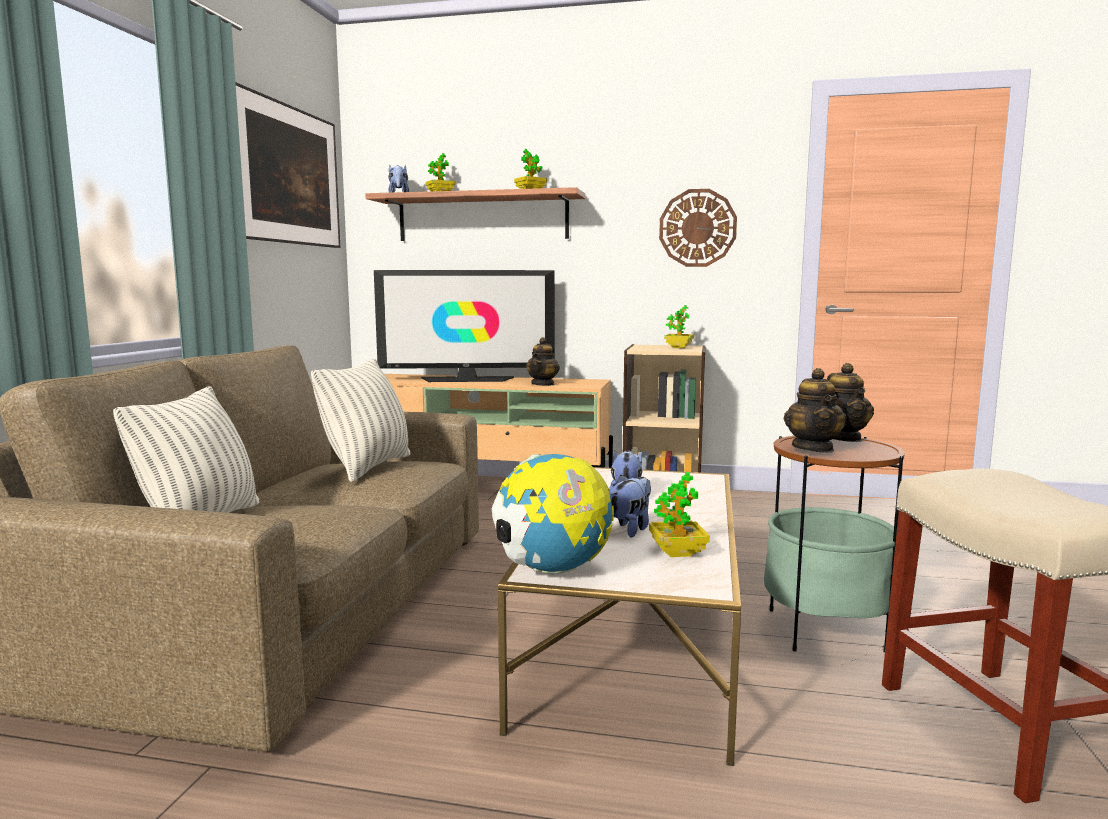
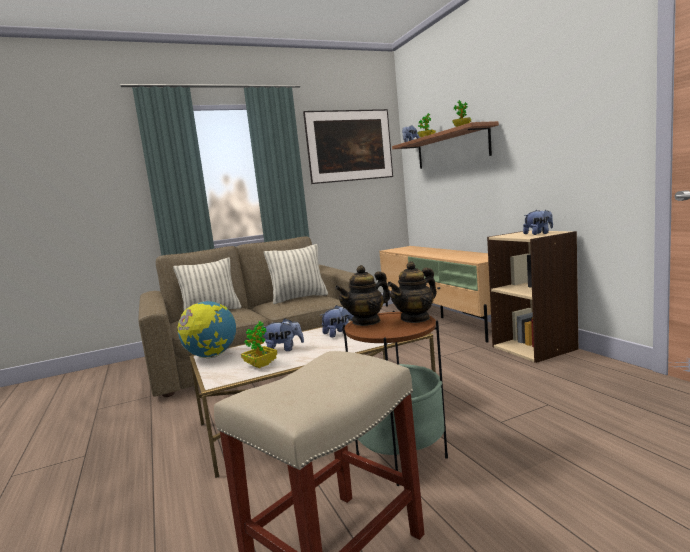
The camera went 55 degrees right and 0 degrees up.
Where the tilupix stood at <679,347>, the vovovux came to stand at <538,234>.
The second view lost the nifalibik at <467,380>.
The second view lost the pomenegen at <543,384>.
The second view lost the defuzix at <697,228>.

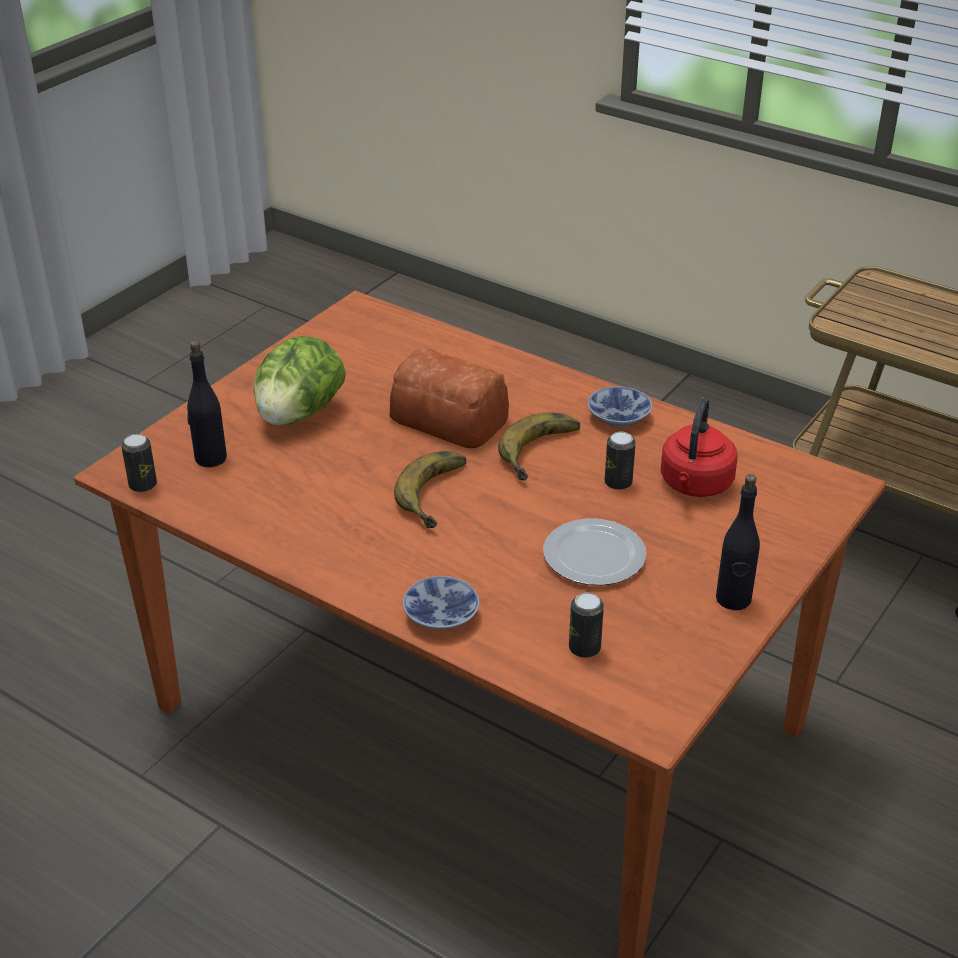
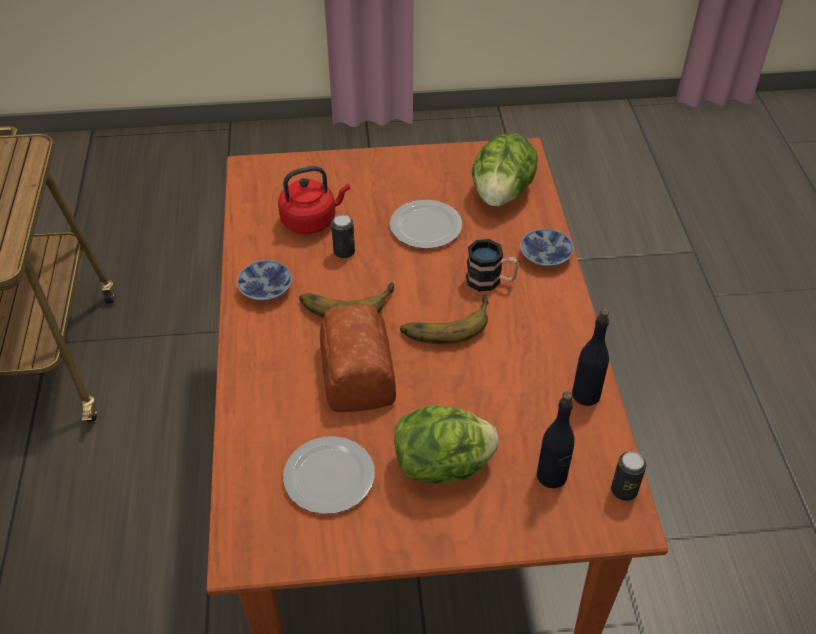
The camera went 130 degrees left and 10 degrees up.
The second view gained the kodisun at <329,475>.
The second view gained the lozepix at <490,281>.
Where the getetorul stood at <584,648>, the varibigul came to stand at <501,194>.
The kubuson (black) ended up elsewhere, having gone from <733,599> to <586,394>.

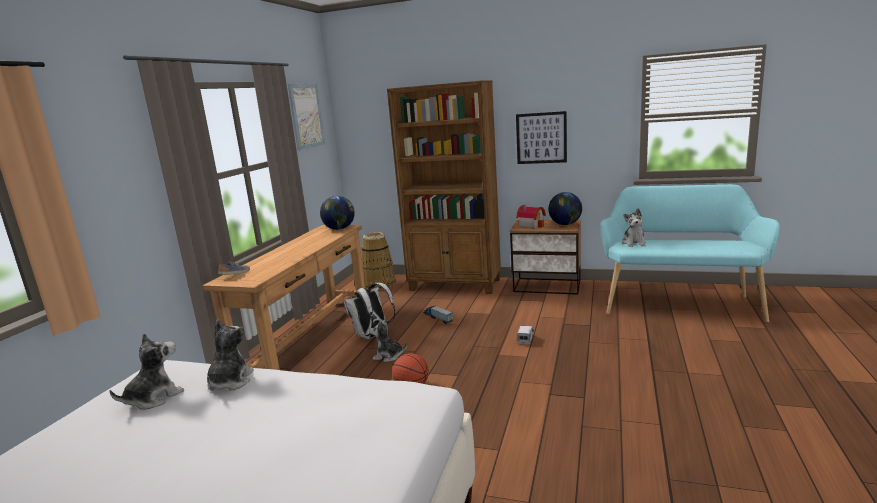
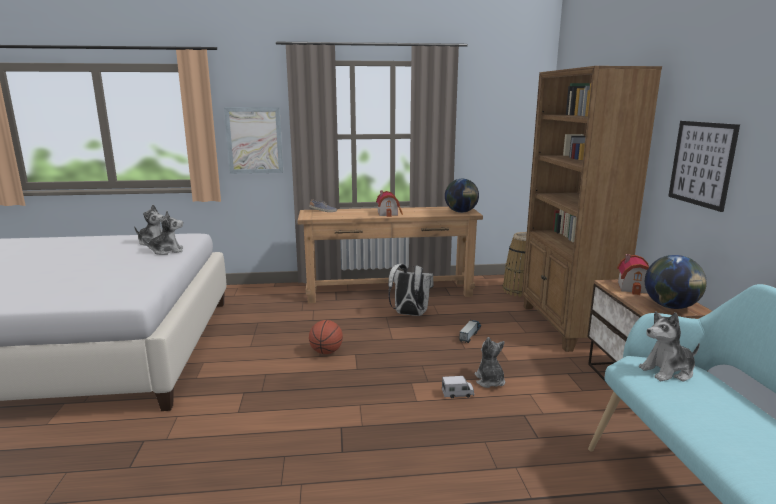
The camera went 65 degrees right and 0 degrees up.
The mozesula ended up elsewhere, having gone from <306,115> to <254,140>.
The second view gained the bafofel at <389,213>.
The vovovux ended up elsewhere, having gone from <388,356> to <489,381>.

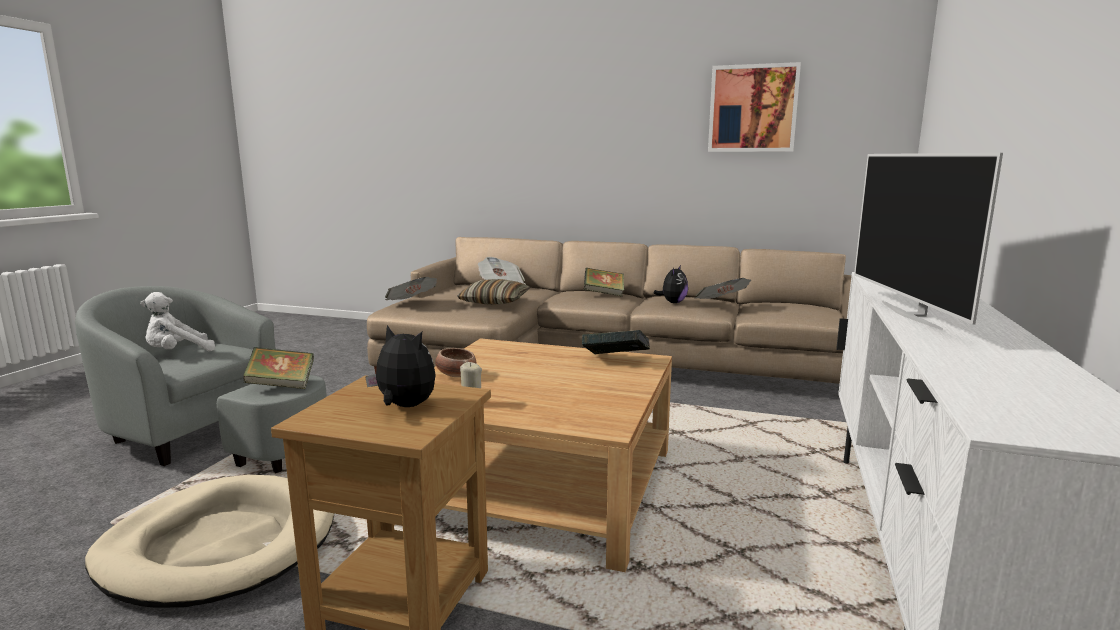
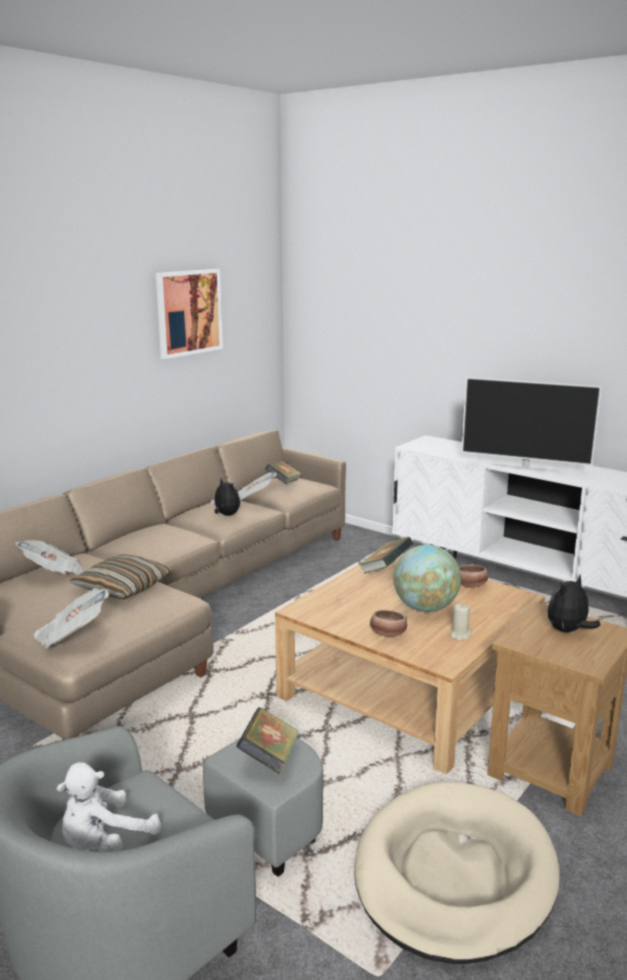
The camera went 70 degrees left and 5 degrees up.
The vovovux (white) at <178,353> ended up facing another way, 60 degrees clockwise from before.
The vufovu ended up elsewhere, having gone from <603,294> to <283,483>.
The second view gained the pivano at <425,608>.
The second view gained the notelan at <471,586>.

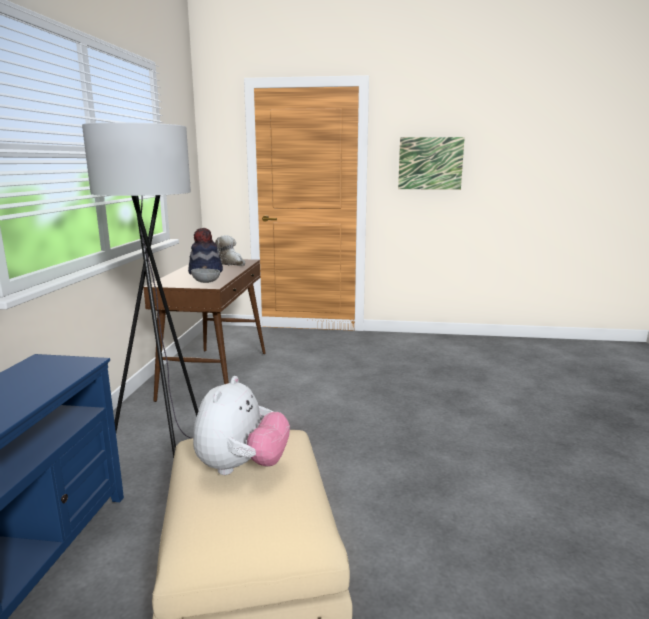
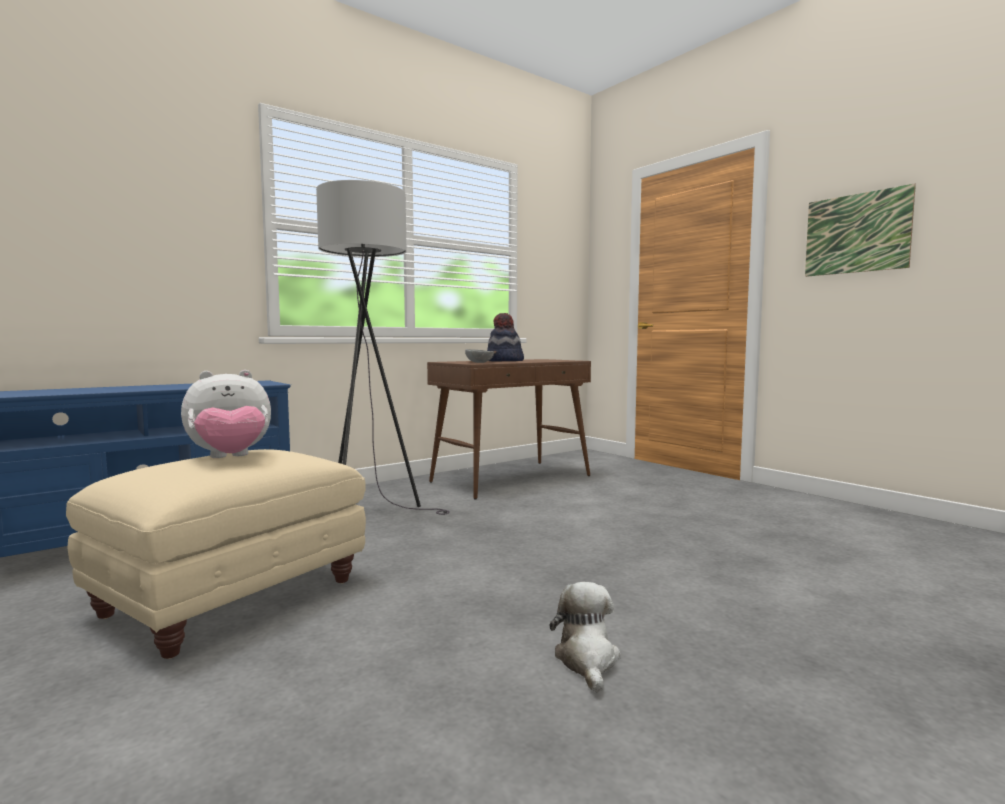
The camera went 45 degrees right and 10 degrees down.
The vovovux ended up elsewhere, having gone from <230,263> to <587,660>.

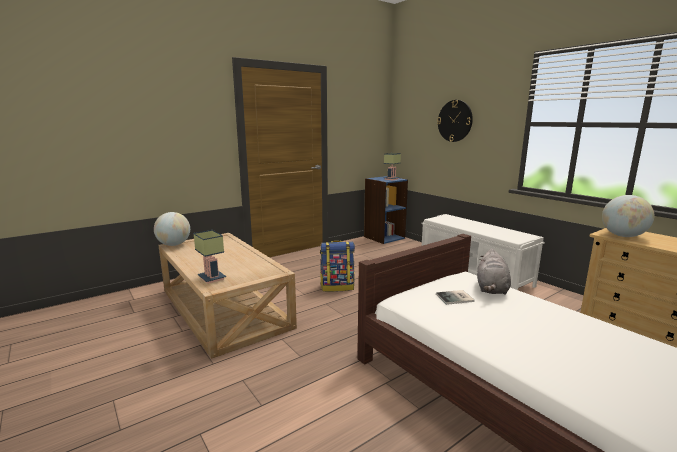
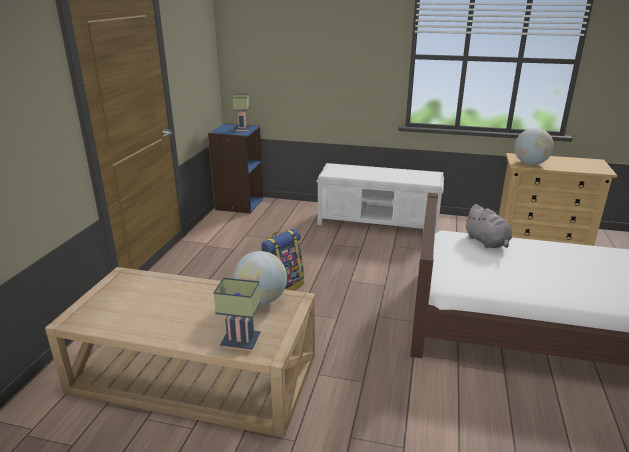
The camera went 40 degrees left and 10 degrees up.
The pivano ended up elsewhere, having gone from <174,245> to <261,300>.
The second view lost the vufovu at <456,298>.
The second view lost the defuzix at <455,121>.

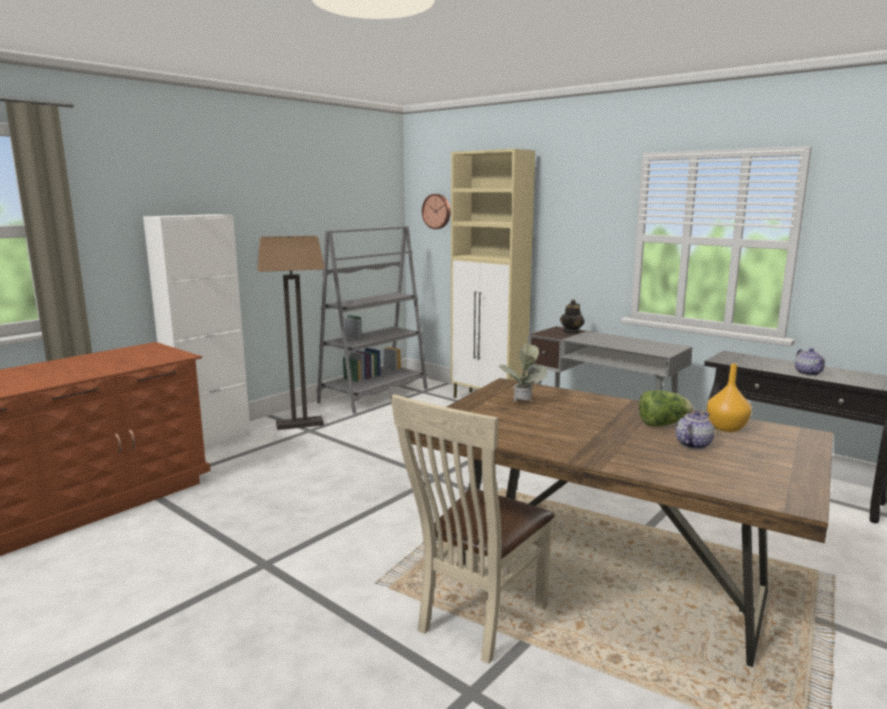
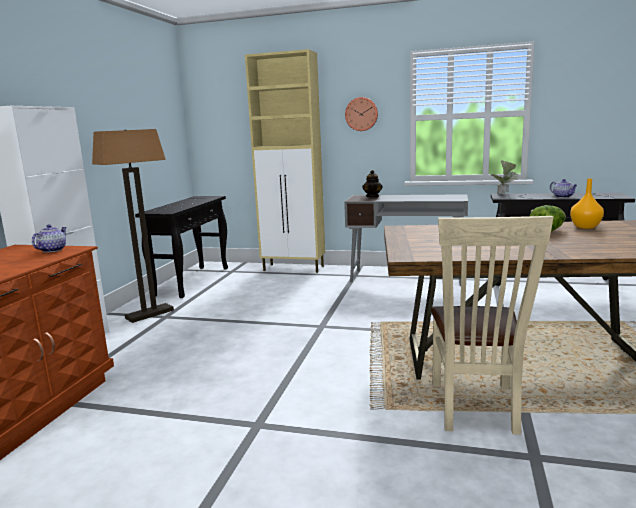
The camera went 25 degrees left and 0 degrees up.
The pomenegen ended up elsewhere, having gone from <692,444> to <52,250>.
Where the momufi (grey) stood at <374,395>, the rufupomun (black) came to stand at <193,281>.
The defuzix ended up elsewhere, having gone from <437,211> to <361,114>.
The tilupix ended up elsewhere, having gone from <522,404> to <504,194>.

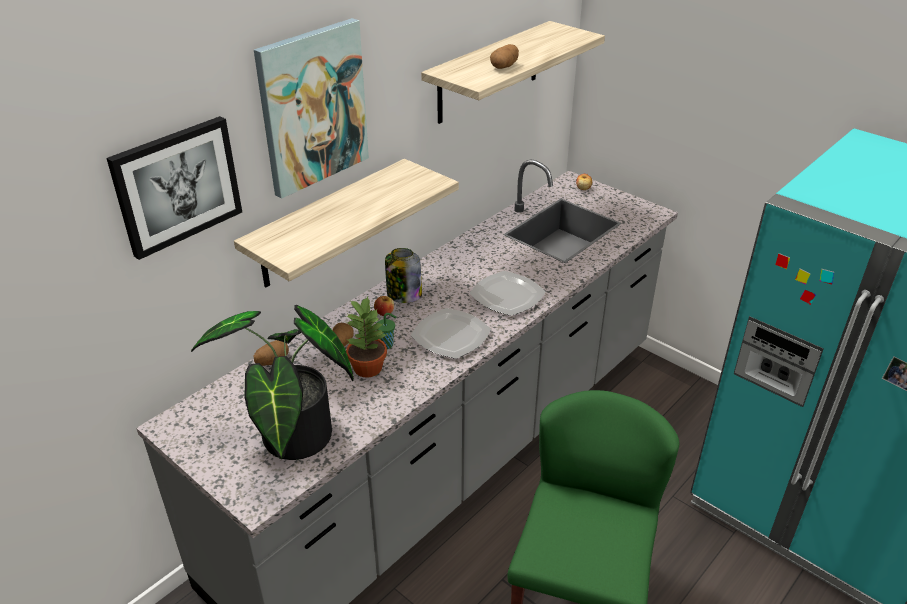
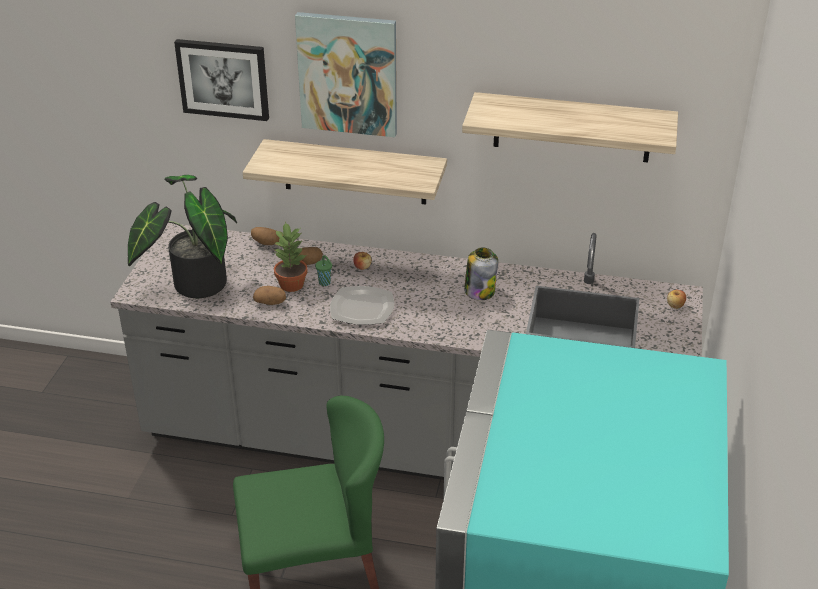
The camera went 60 degrees right and 0 degrees up.
The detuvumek ended up elsewhere, having gone from <504,66> to <270,302>.
The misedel ended up elsewhere, having gone from <403,294> to <479,291>.
The second view lost the kodisun at <507,296>.

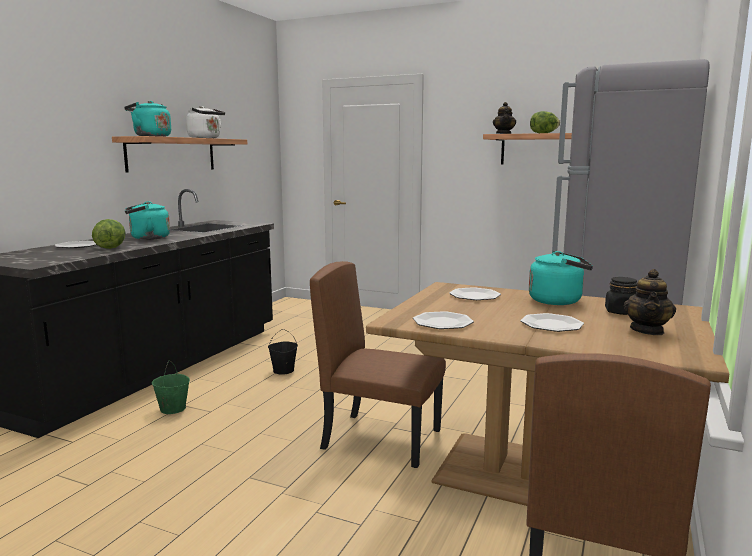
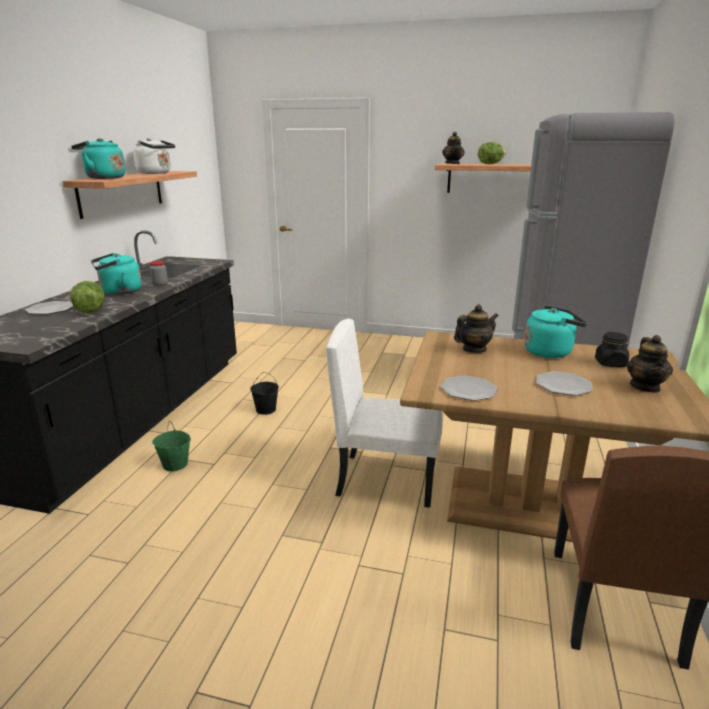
The camera went 10 degrees left and 10 degrees up.
The second view gained the misedel at <160,284>.
What was the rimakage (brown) at <382,439> turned into the rimakage (white) at <387,479>.
Where the kodisun stood at <474,296>, the pomenegen came to stand at <474,349>.

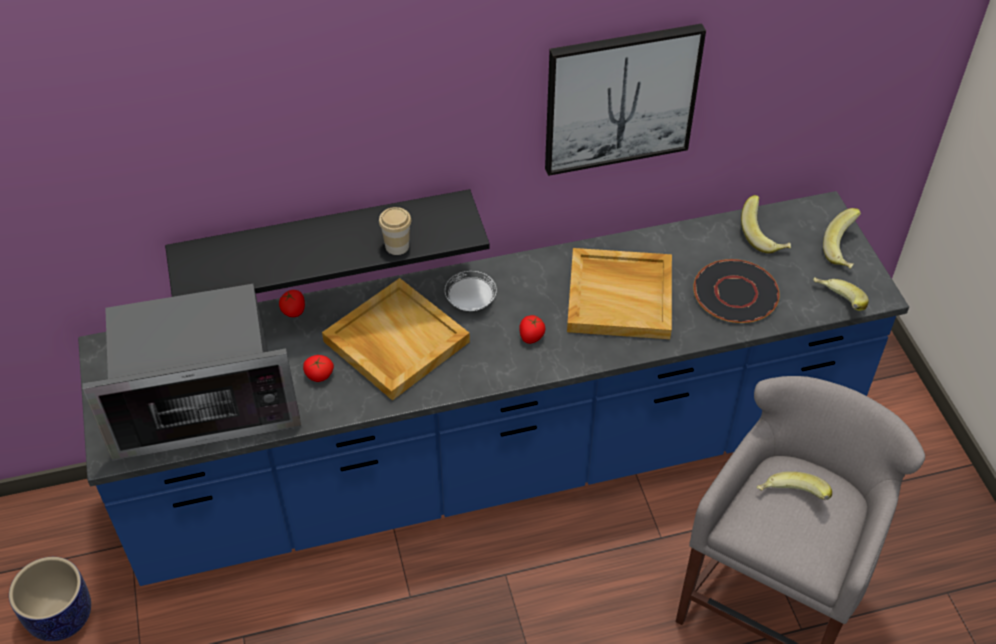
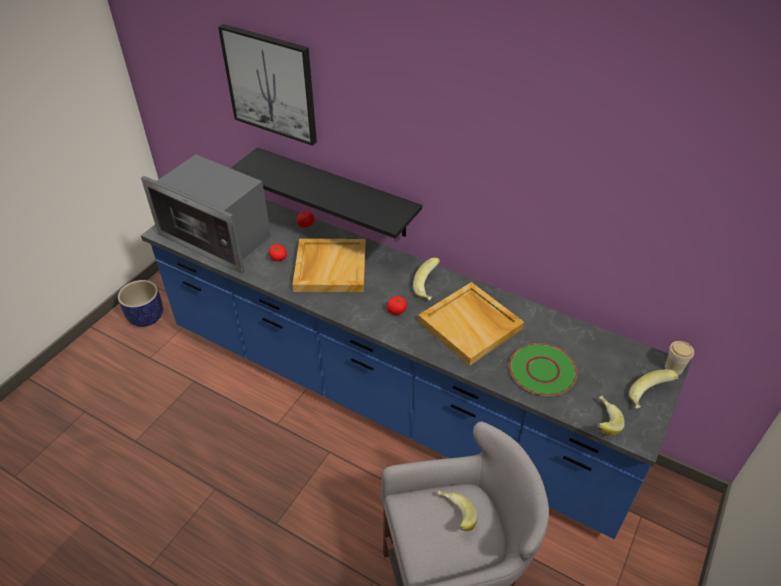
The camera went 45 degrees right and 5 degrees down.
The mozesula ended up elsewhere, having gone from <620,98> to <271,84>.
The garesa ended up elsewhere, having gone from <764,237> to <429,288>.
What was the kodisun (black) at <736,293> turned into the kodisun (green) at <543,371>.
The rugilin ended up elsewhere, having gone from <397,246> to <673,368>.
The second view lost the kodisun (white) at <470,301>.

